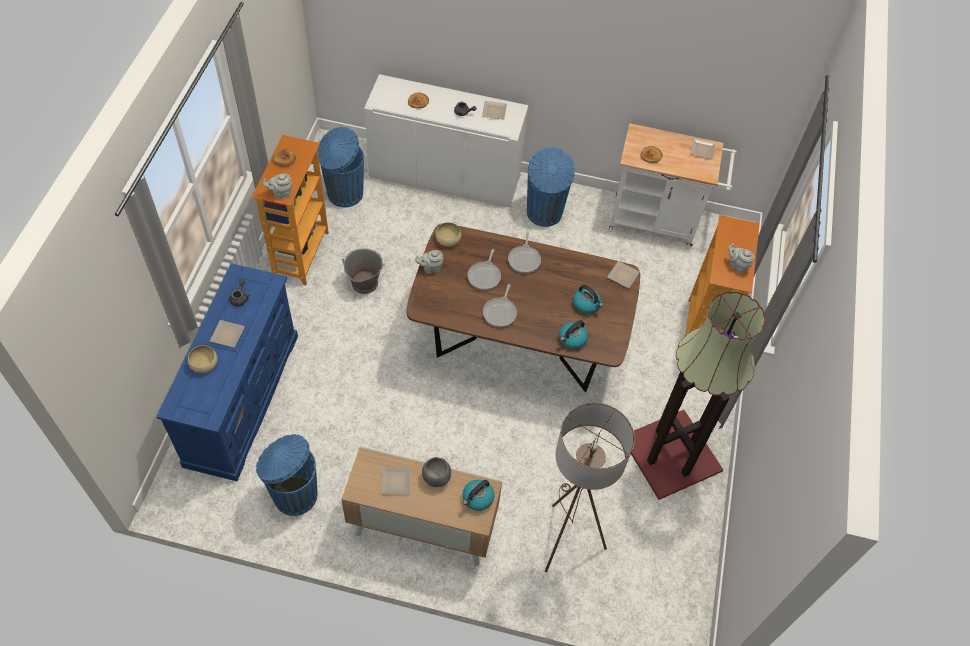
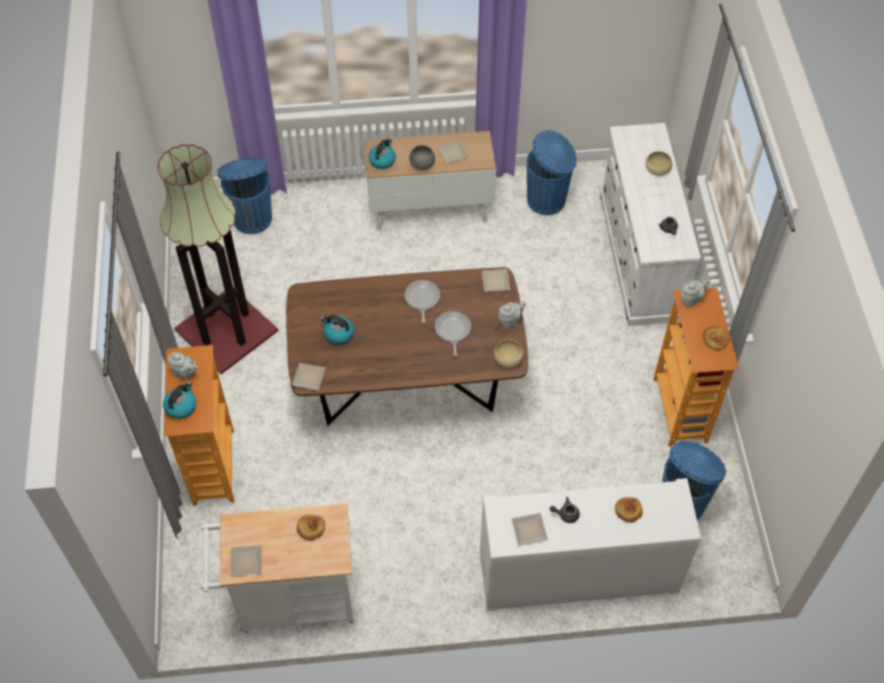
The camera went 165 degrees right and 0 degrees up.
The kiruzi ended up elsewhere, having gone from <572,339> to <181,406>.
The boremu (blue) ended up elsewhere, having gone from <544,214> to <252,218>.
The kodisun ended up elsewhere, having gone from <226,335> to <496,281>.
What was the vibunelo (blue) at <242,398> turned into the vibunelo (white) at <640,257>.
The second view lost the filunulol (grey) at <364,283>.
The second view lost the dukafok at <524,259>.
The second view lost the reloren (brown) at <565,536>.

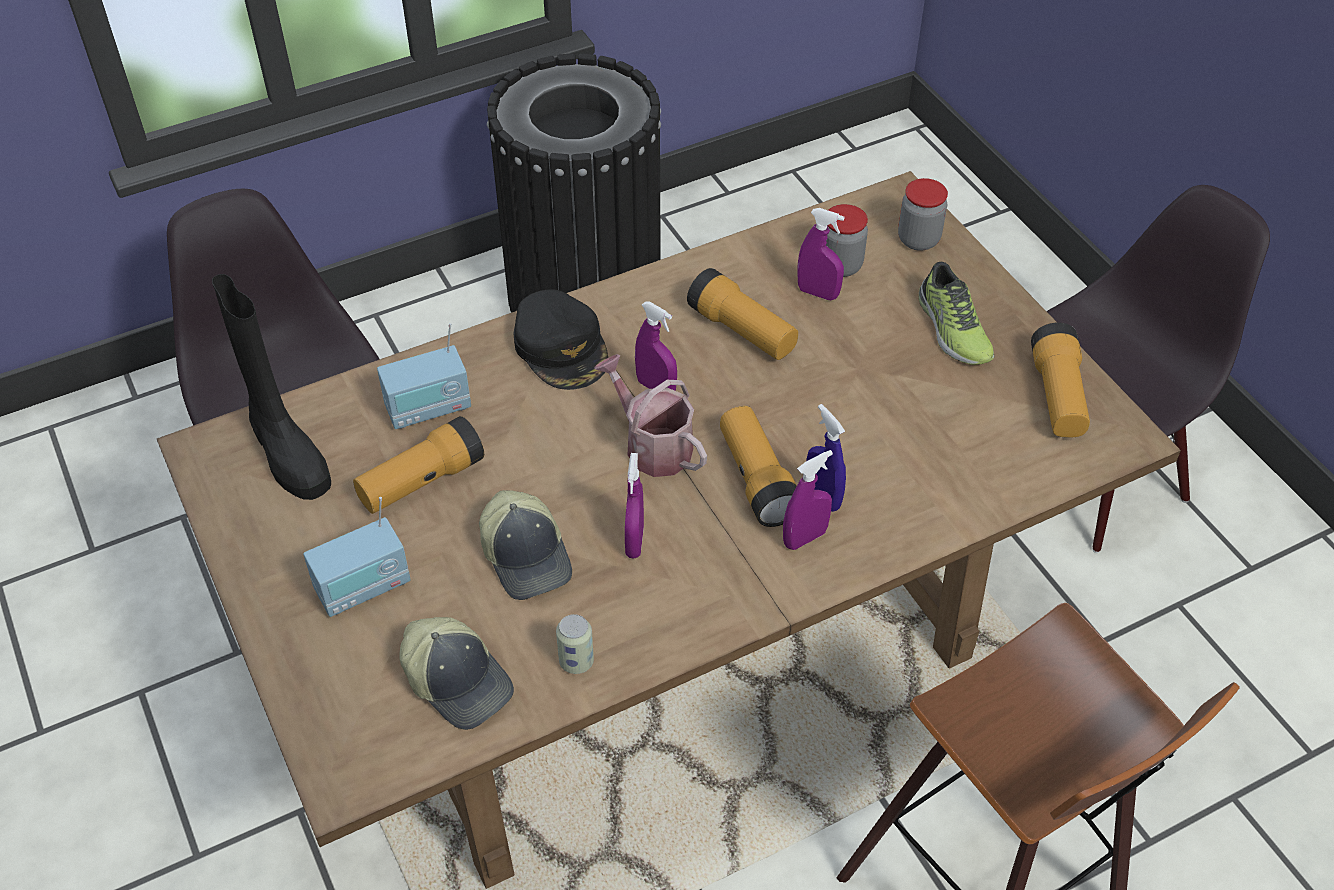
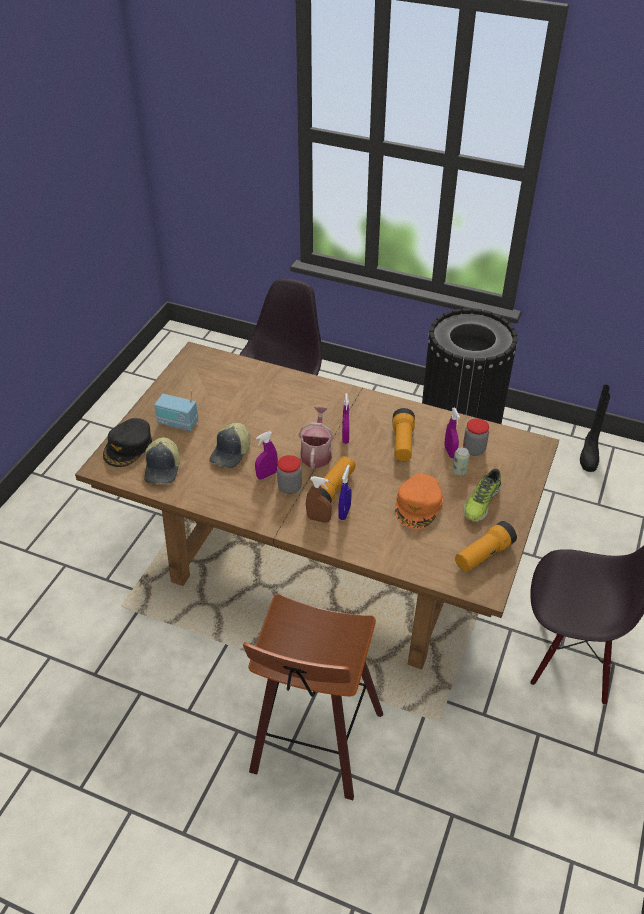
The camera went 50 degrees right and 5 degrees down.
The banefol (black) ended up elsewhere, having gone from <562,347> to <128,447>.
The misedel ended up elsewhere, having gone from <918,239> to <289,487>.
What was the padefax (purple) at <805,538> turned into the padefax (brown) at <318,519>.
The second view gained the banefol (orange) at <418,505>.
The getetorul ended up elsewhere, having gone from <576,662> to <459,471>.
The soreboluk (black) ended up elsewhere, having gone from <287,453> to <589,454>.
The second view lost the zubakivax at <421,481>.
The second view lost the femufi at <428,409>.

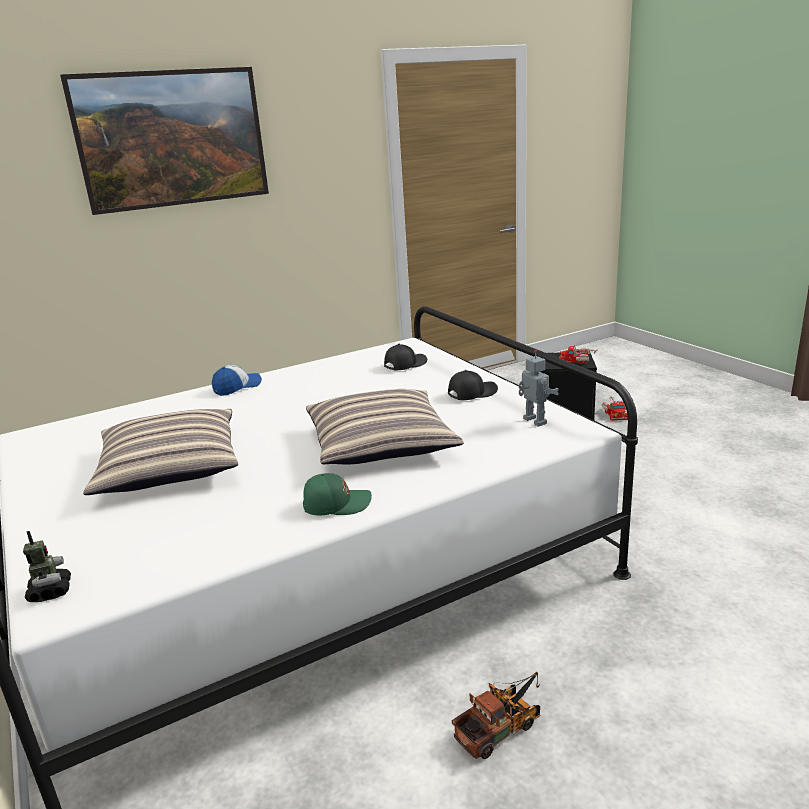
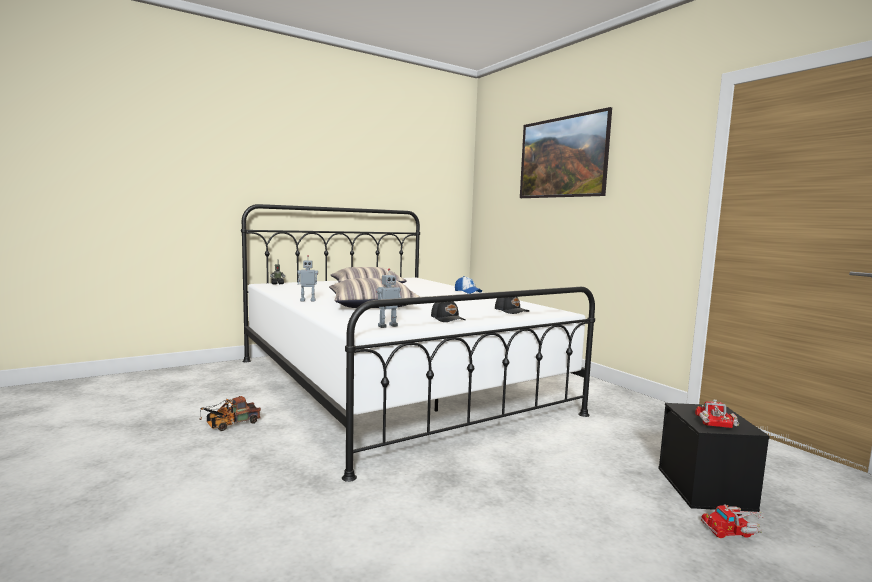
The camera went 85 degrees right and 15 degrees down.
The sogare at <502,727> ended up facing another way, 90 degrees clockwise from before.
Where the banefol (green) stood at <336,504>, the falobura came to stand at <308,300>.

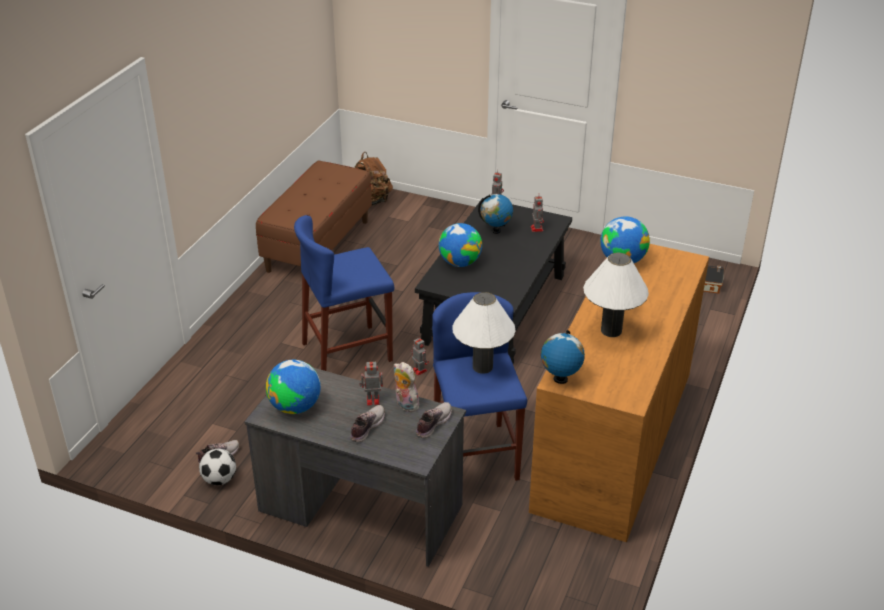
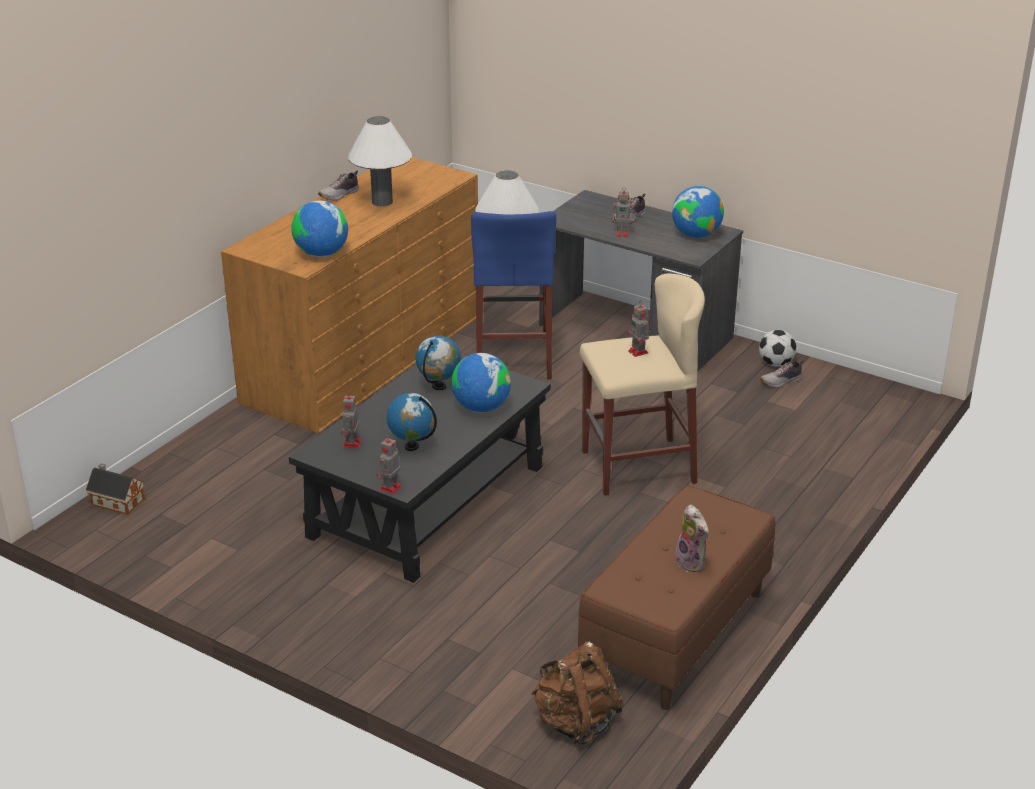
The camera went 170 degrees left and 5 degrees down.
The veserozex ended up elsewhere, having gone from <432,424> to <340,195>.
The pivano ended up elsewhere, having gone from <560,379> to <439,386>.
What was the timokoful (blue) at <347,352> turned into the timokoful (beige) at <638,467>.
The falobura ended up elsewhere, having gone from <419,370> to <638,352>.
The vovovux ended up elsewhere, having gone from <405,404> to <692,562>.

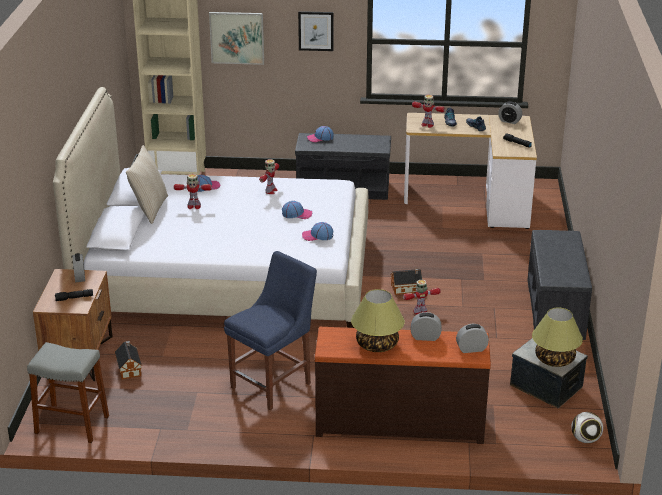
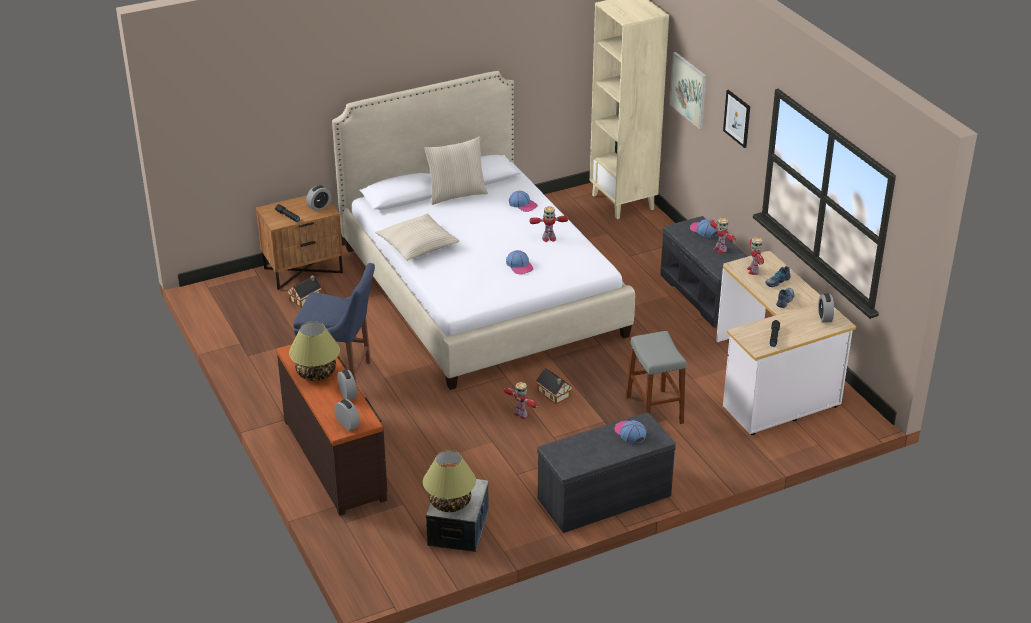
The camera went 60 degrees right and 5 degrees up.
The second view gained the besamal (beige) at <417,245>.
The banefol ended up elsewhere, having gone from <317,236> to <629,433>.
The timokoful (grey) ended up elsewhere, having gone from <72,424> to <654,410>.
The falobura ended up elsewhere, having gone from <193,206> to <720,249>.
The second view lost the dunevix at <585,439>.

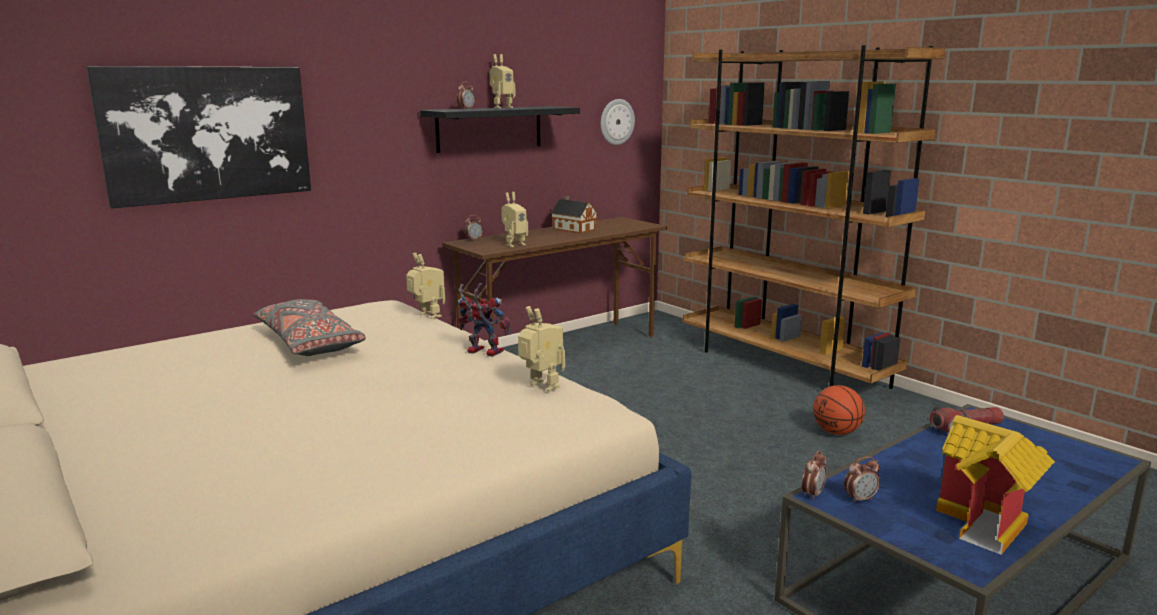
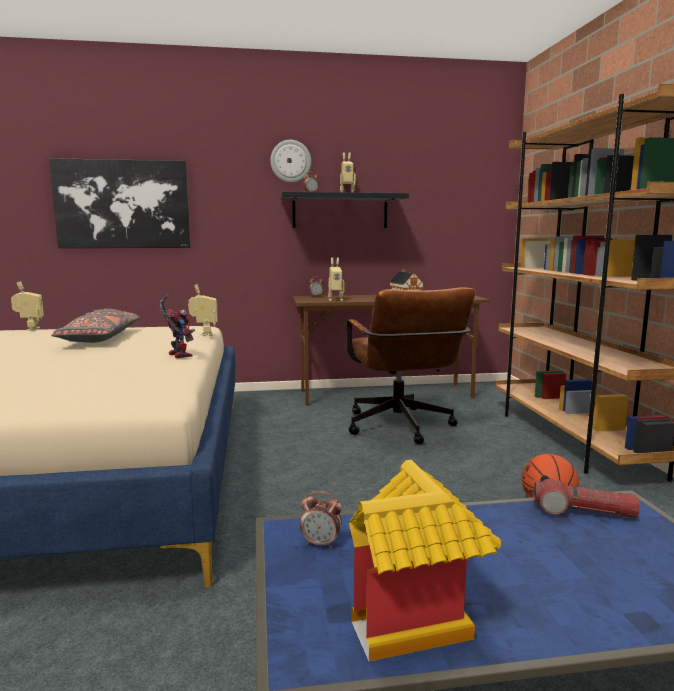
The camera went 30 degrees right and 5 degrees down.
The falobura ended up elsewhere, having gone from <541,387> to <30,329>.
The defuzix ended up elsewhere, having gone from <616,122> to <290,161>.
The second view gained the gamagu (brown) at <401,429>.
The second view lost the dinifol at <812,494>.

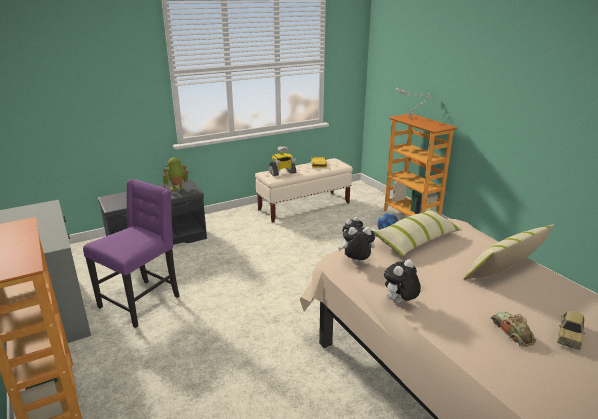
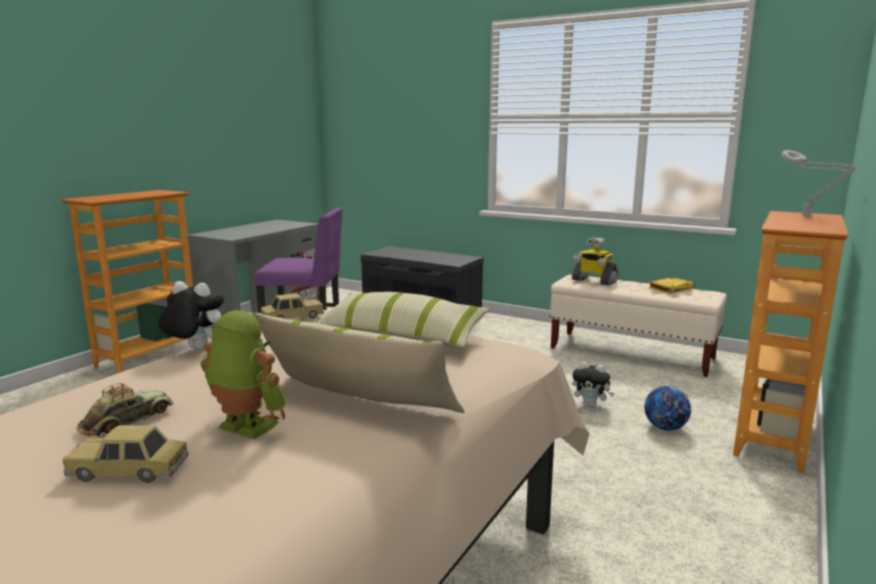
The camera went 60 degrees right and 10 degrees down.
The falobura ended up elsewhere, having gone from <177,189> to <244,428>.
Where the vovovux stood at <356,262>, the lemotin came to stand at <292,318>.

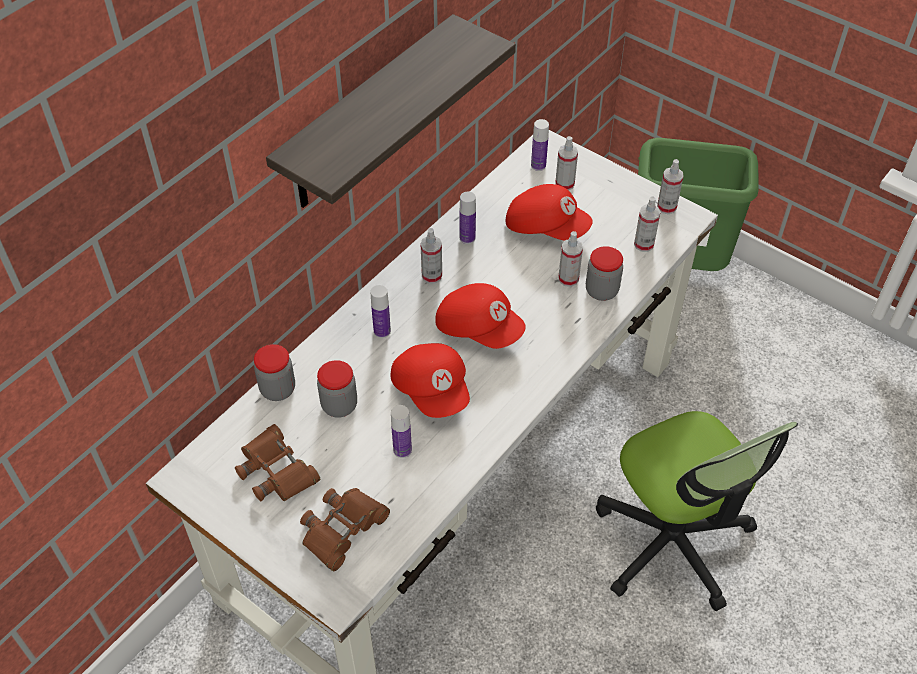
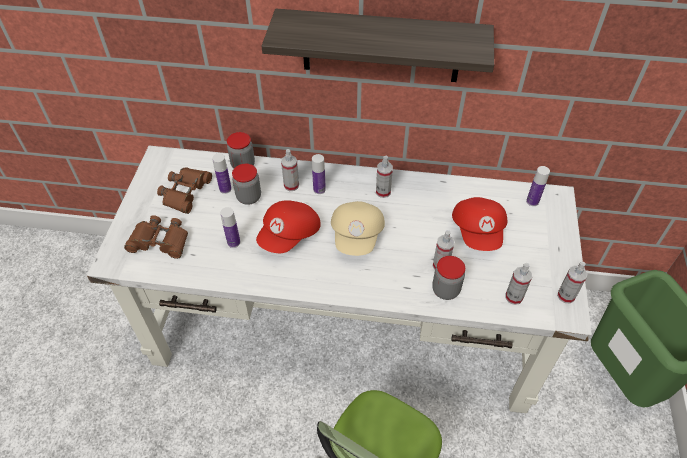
The camera went 60 degrees right and 0 degrees up.
The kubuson ended up elsewhere, having gone from <467,238> to <225,189>.
The padefax ended up elsewhere, having gone from <564,184> to <291,185>.
What was the banefol (red) at <479,328> turned into the banefol (beige) at <357,236>.

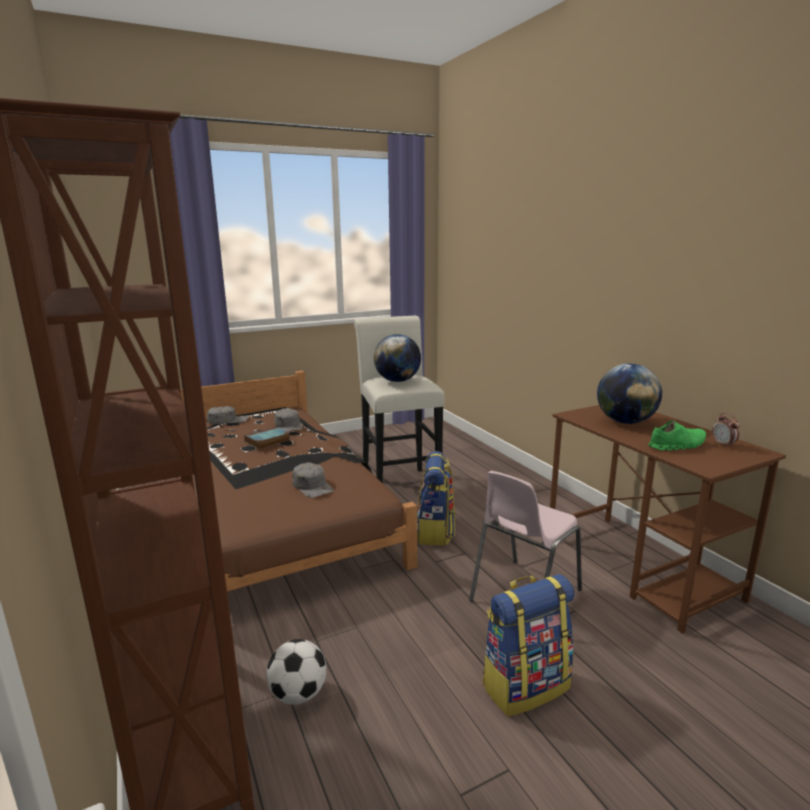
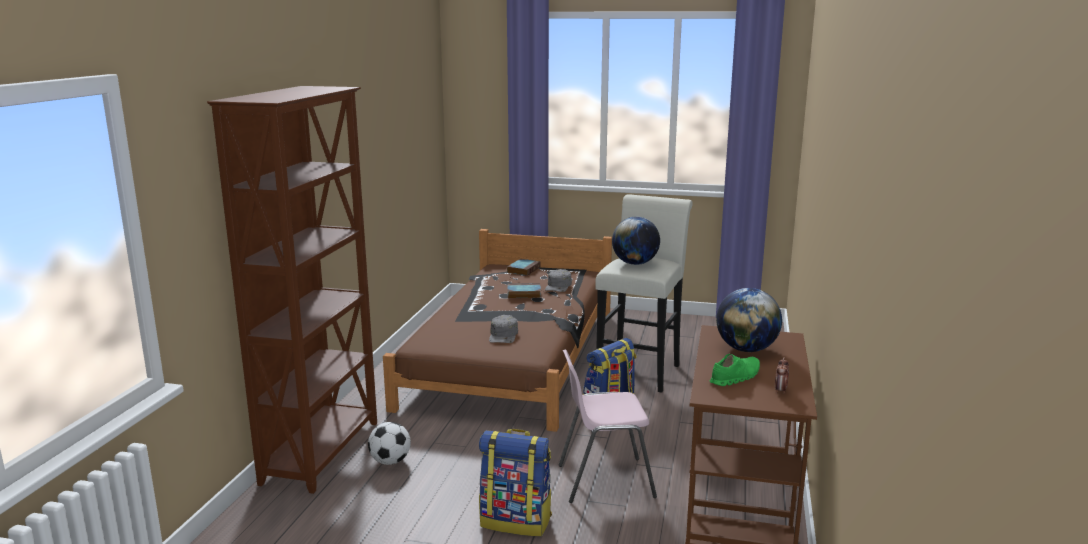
The camera went 40 degrees right and 0 degrees up.
Where the banefol (grey) stood at <228,420>, the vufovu came to stand at <523,269>.
The veserozex (green) at <677,445> ended up facing another way, 60 degrees counterclockwise from before.

